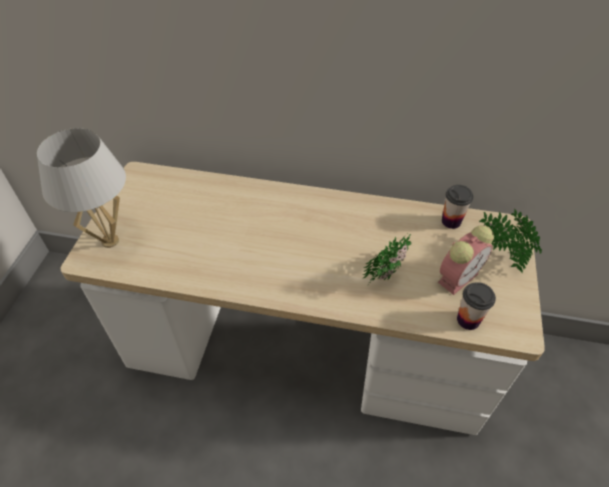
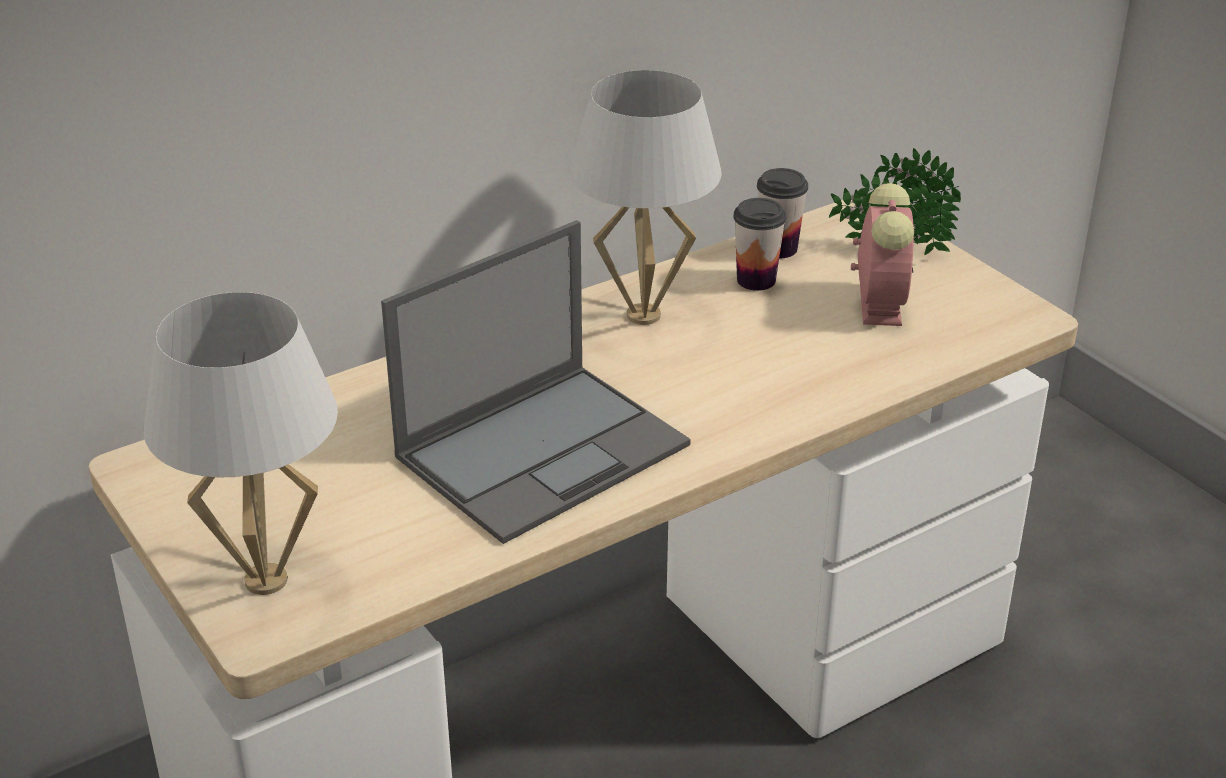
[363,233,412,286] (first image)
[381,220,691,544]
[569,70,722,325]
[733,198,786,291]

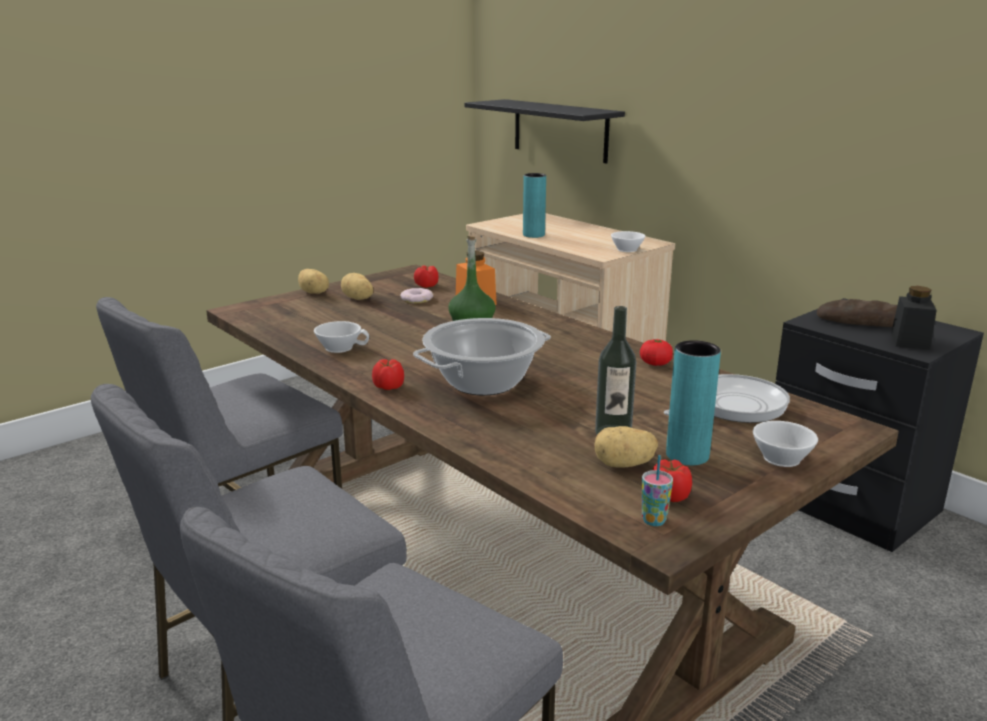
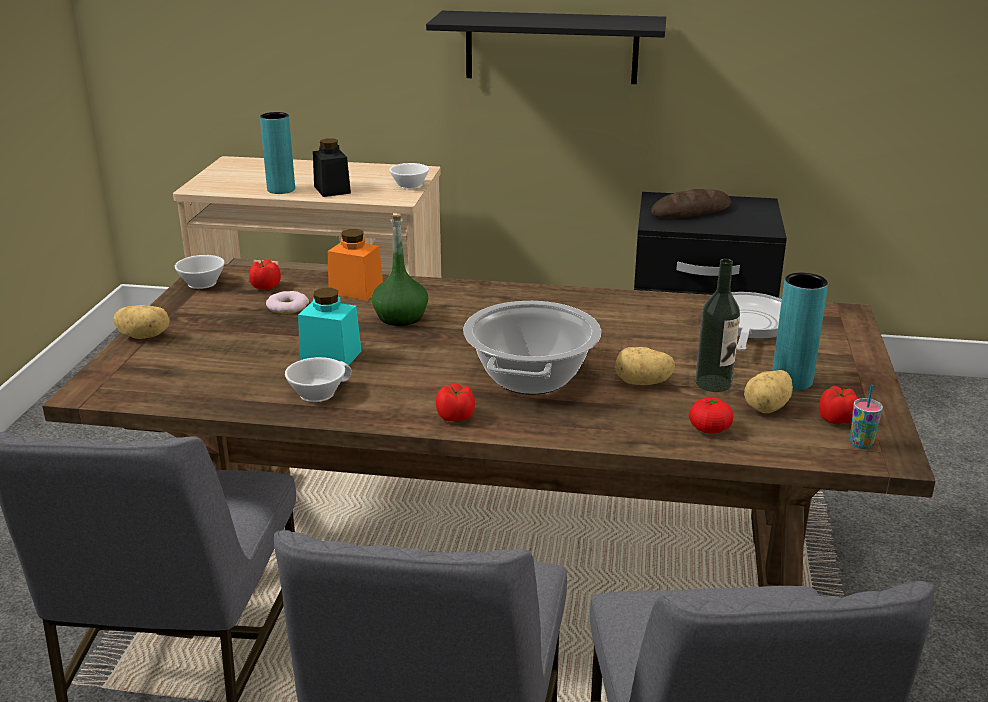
[298,288,362,365]
[615,347,675,385]
[426,11,666,84]
[689,398,734,434]
[175,255,225,289]
[313,139,351,197]

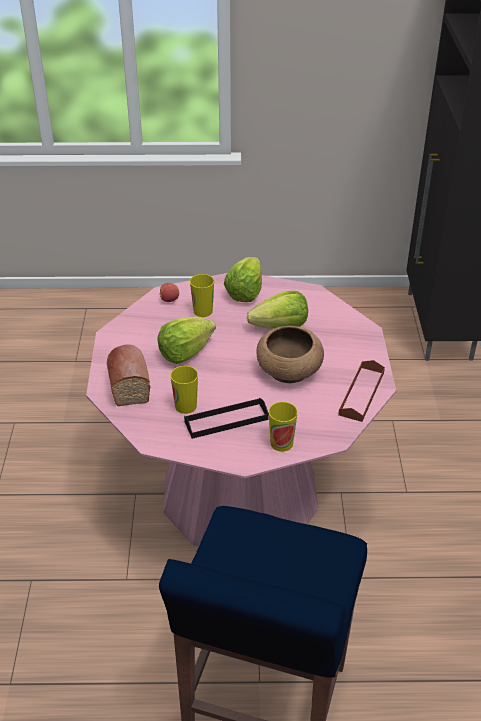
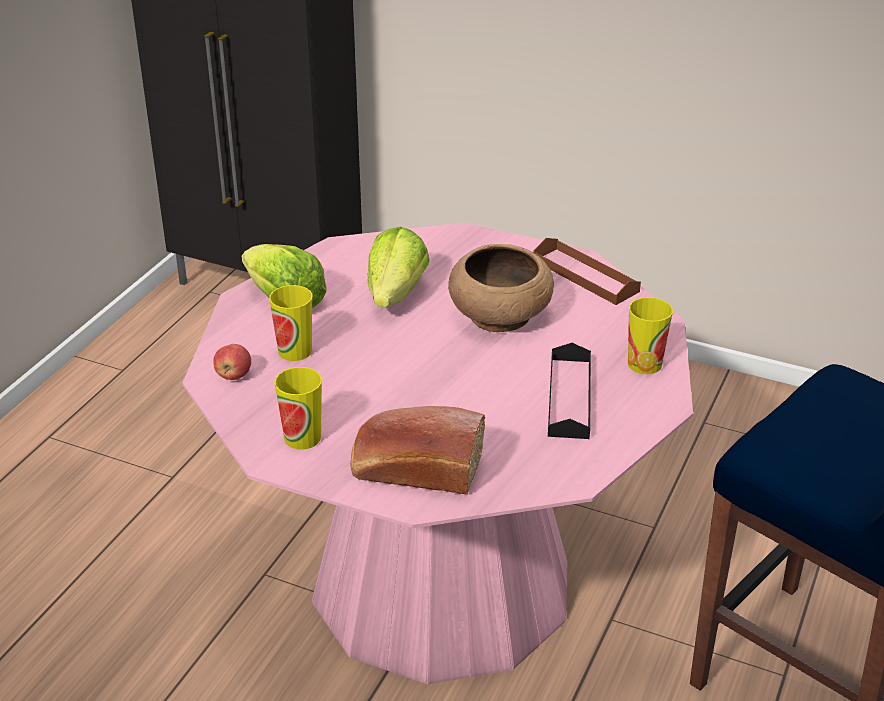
[157,317,216,364] (first image)
[274,367,322,450]

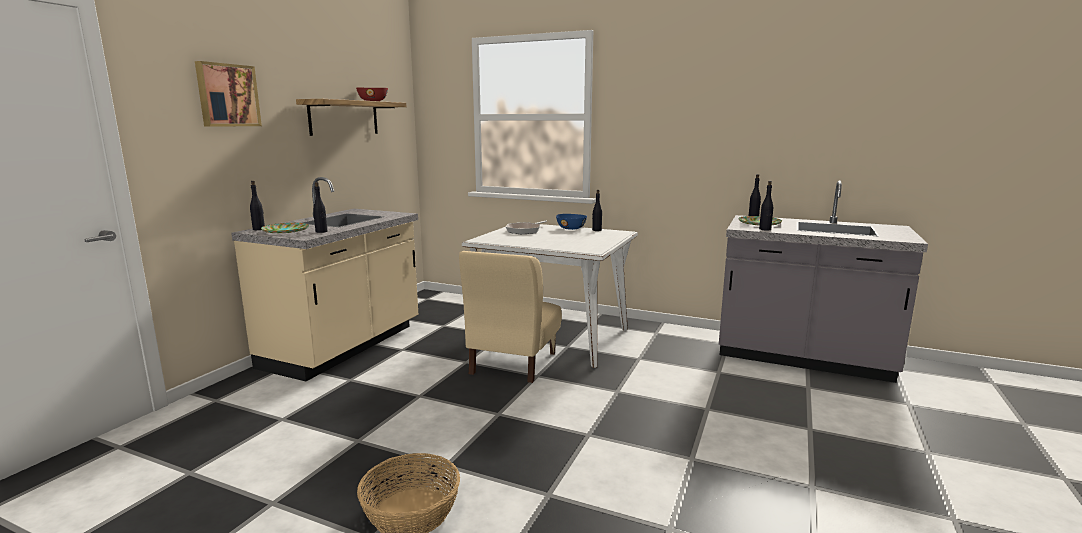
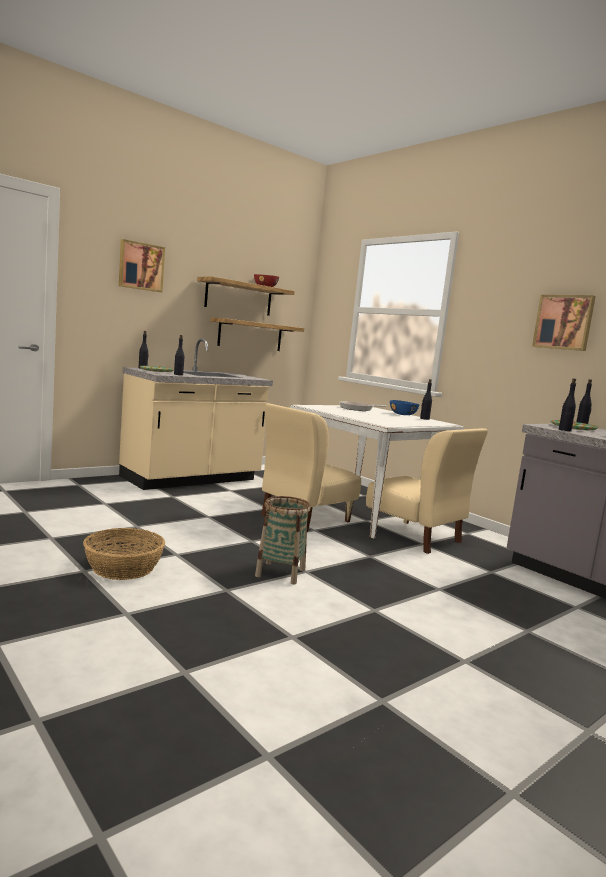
[211,317,304,351]
[255,496,310,584]
[366,428,488,554]
[532,295,596,351]

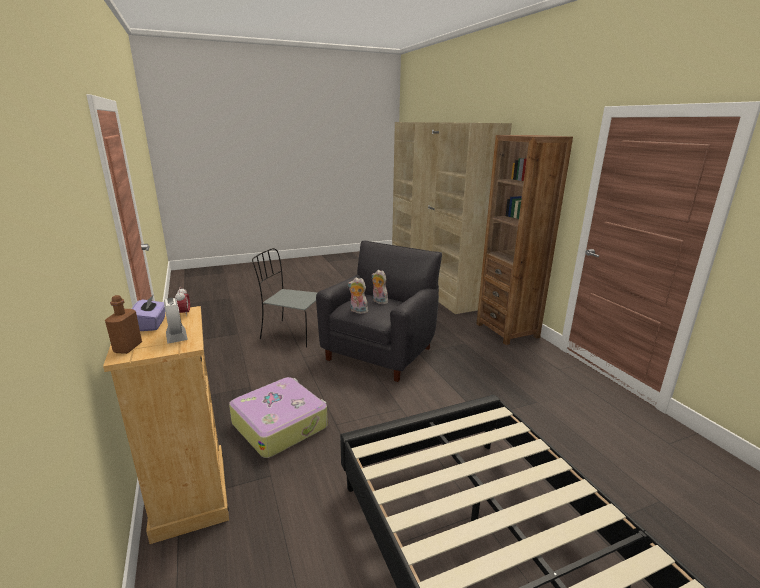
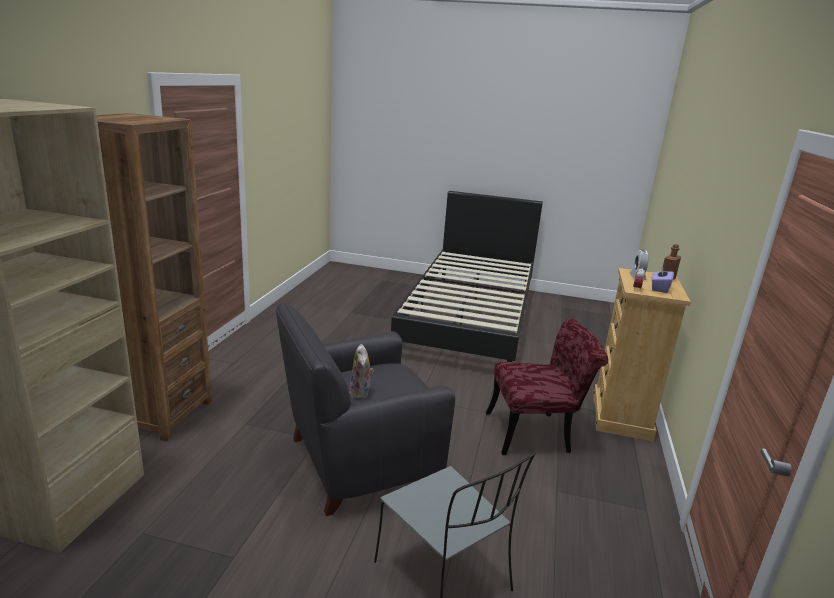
[348,277,368,314] (first image)
[486,318,608,455]

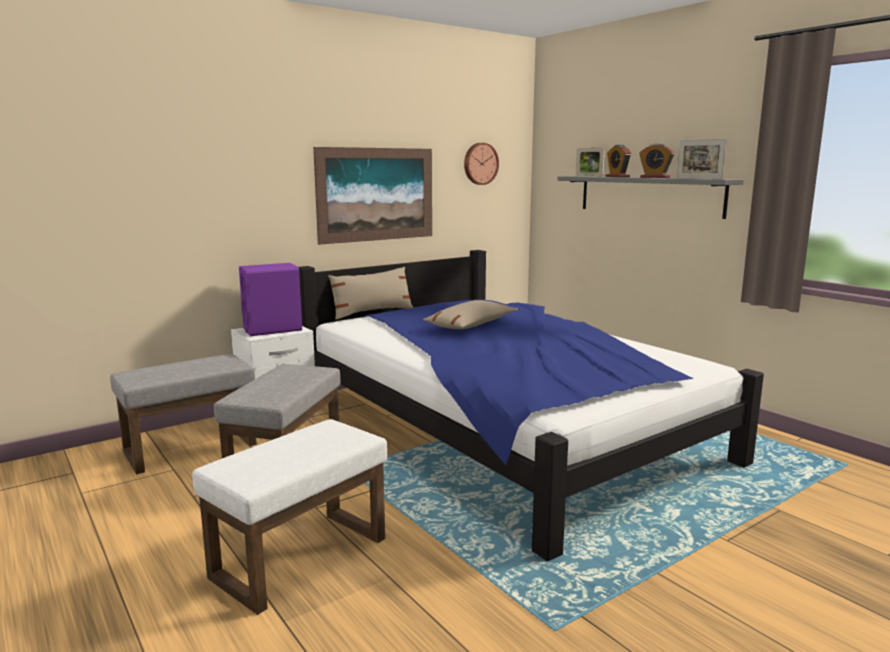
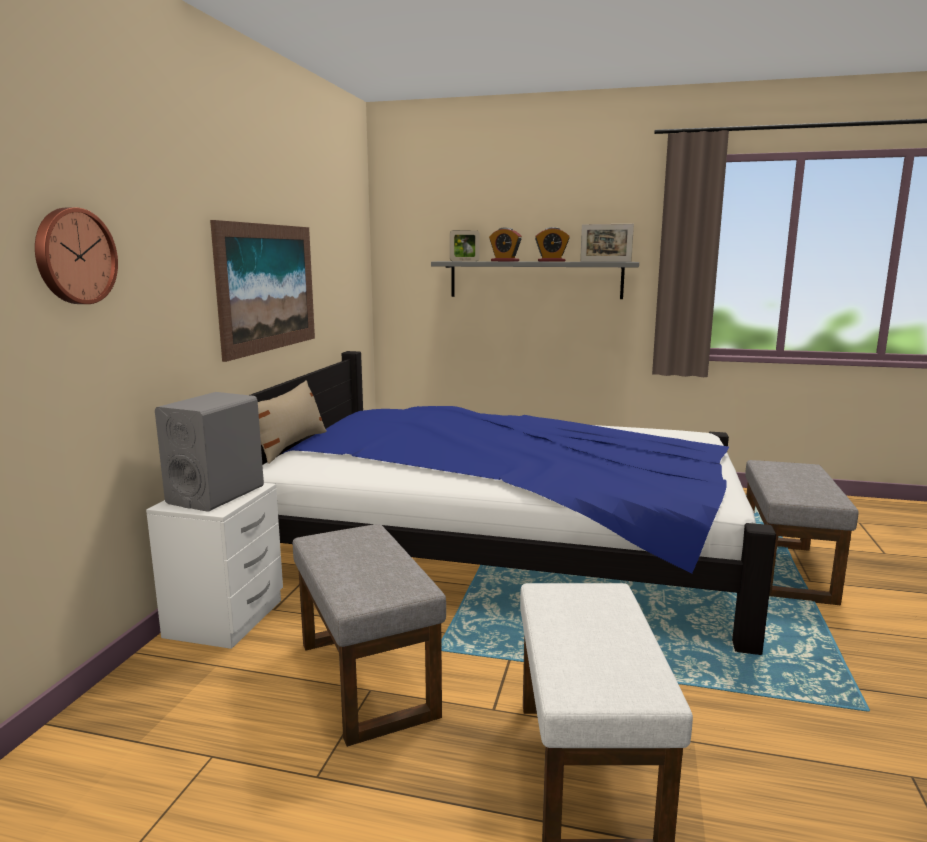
[423,300,518,329] (first image)
[745,460,859,606]
[35,207,118,304]
[155,392,264,512]

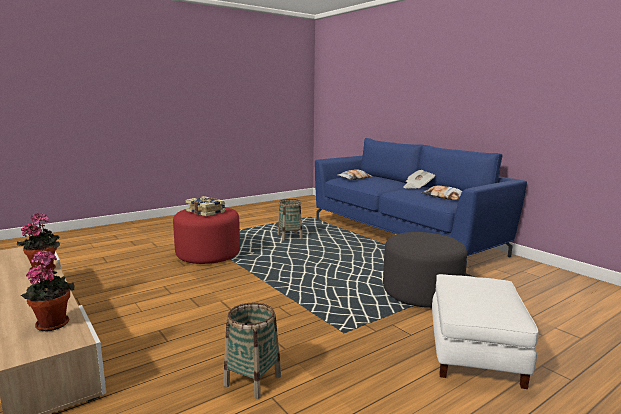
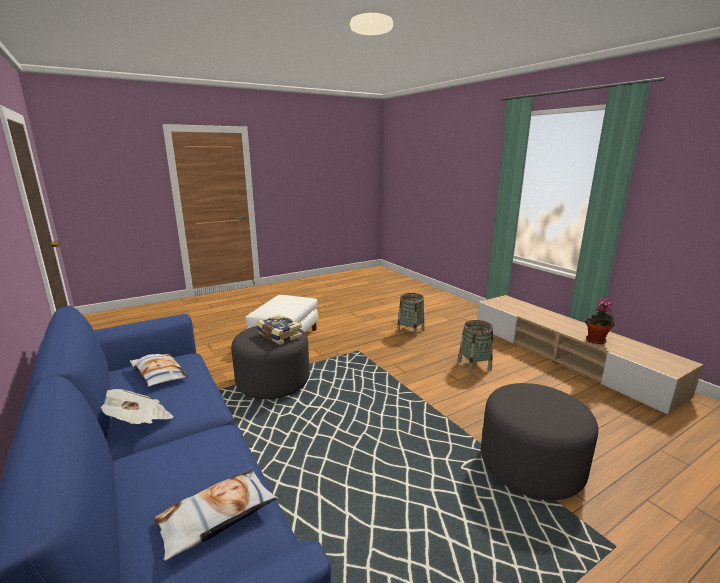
[21,250,75,331] (first image)
[257,314,302,345]
[458,320,493,373]
[481,383,599,500]

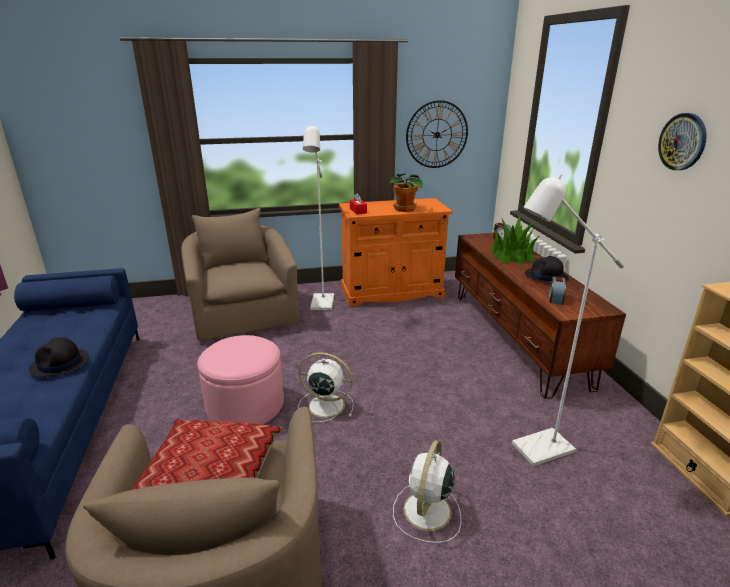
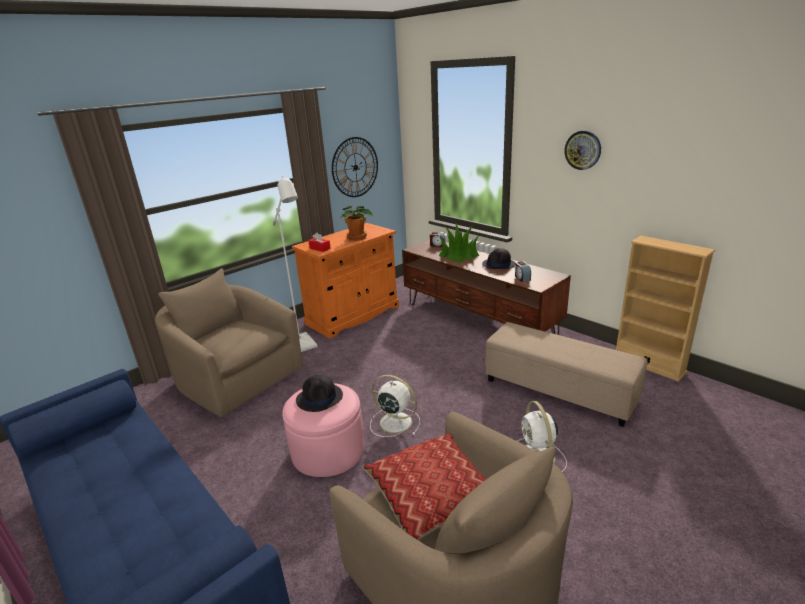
[296,375,343,412]
[485,322,648,427]
[370,375,420,437]

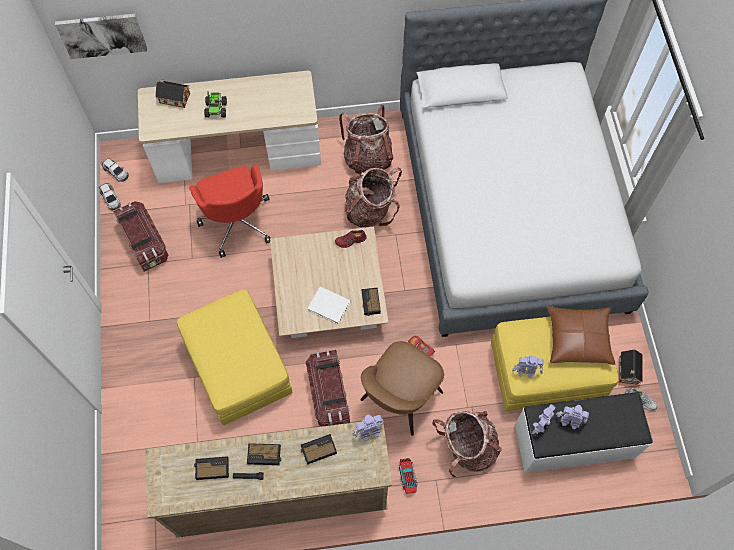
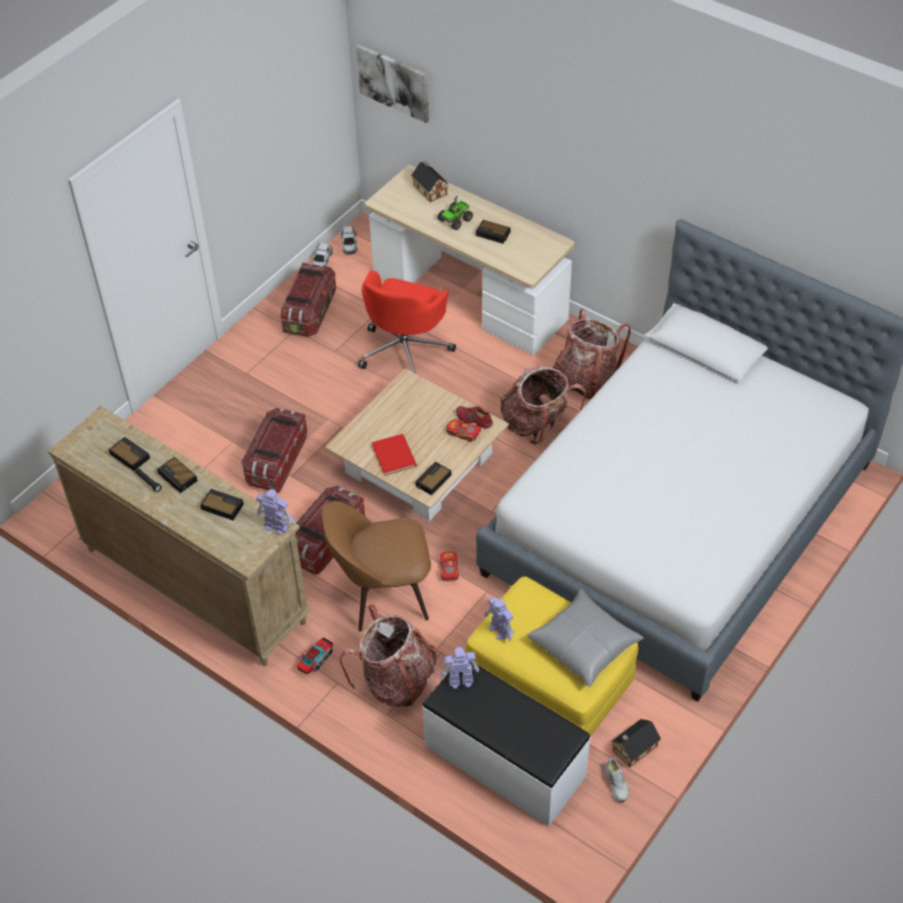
[556,405,589,430] (first image)
[446,419,482,442]
[476,220,511,244]
[242,408,307,492]
[371,434,417,475]
[527,589,644,687]

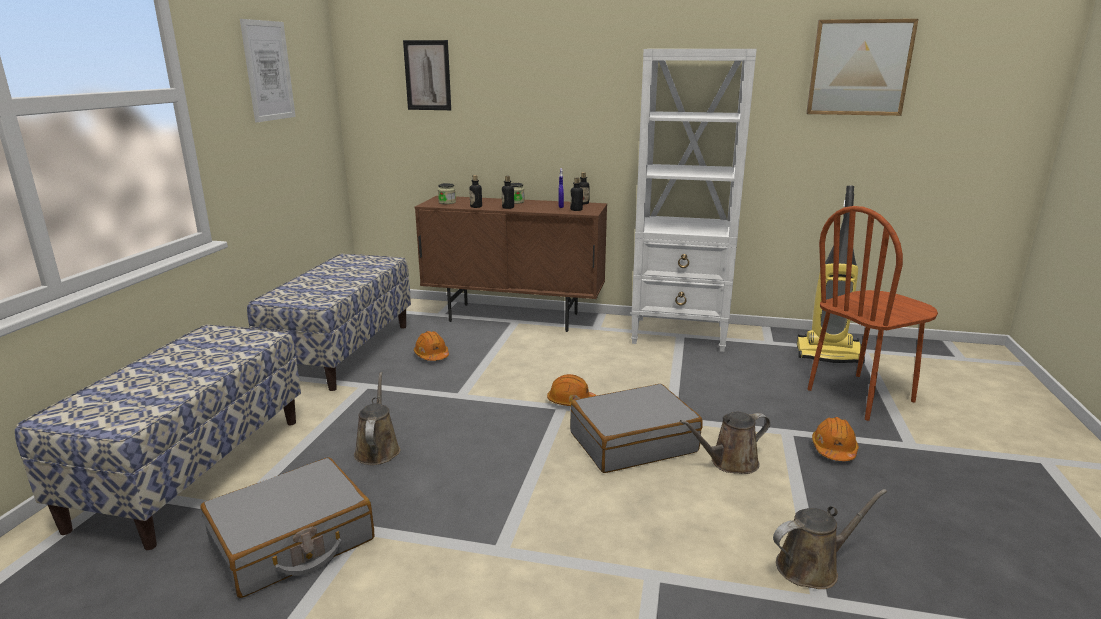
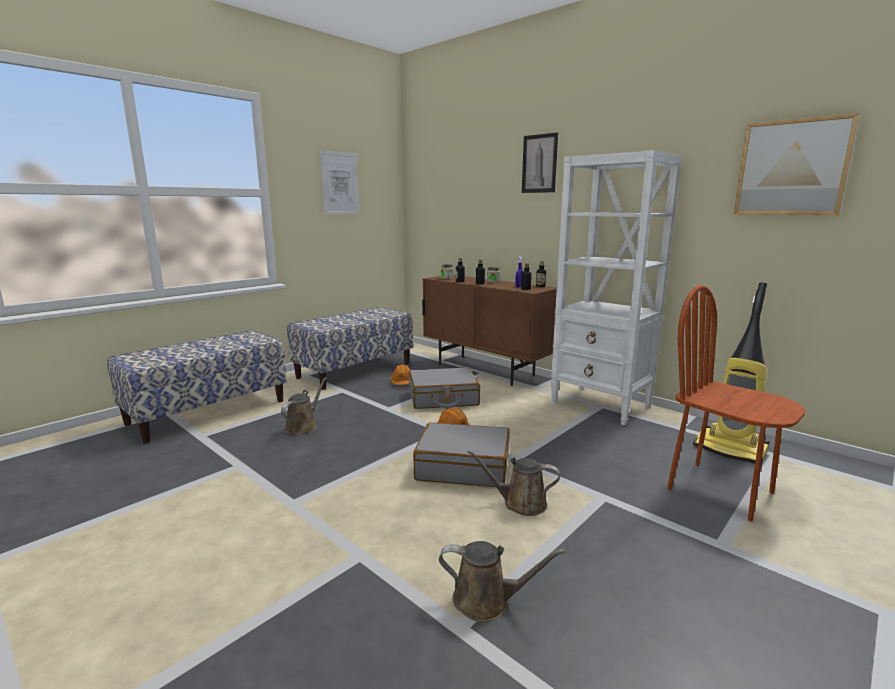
[812,417,859,461] (first image)
[409,367,480,409]
[522,132,558,193]
[667,285,806,522]

